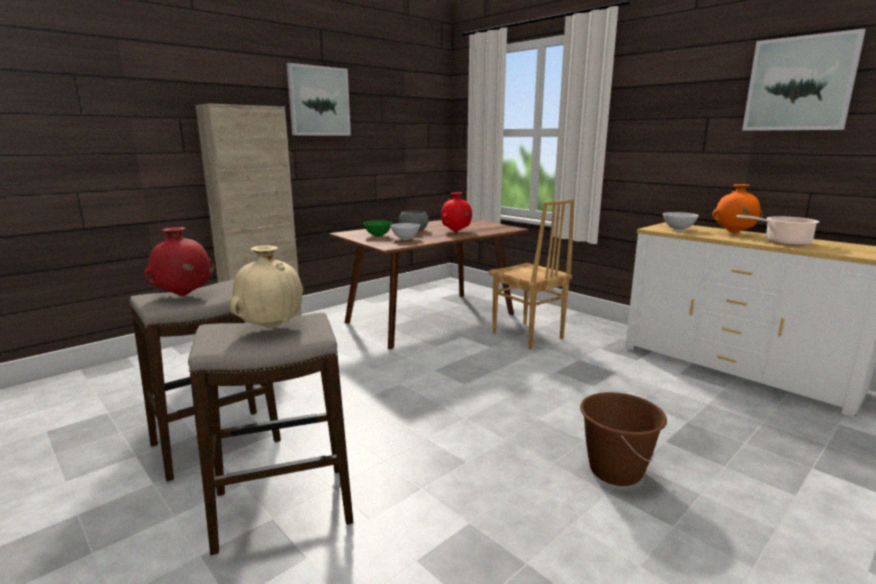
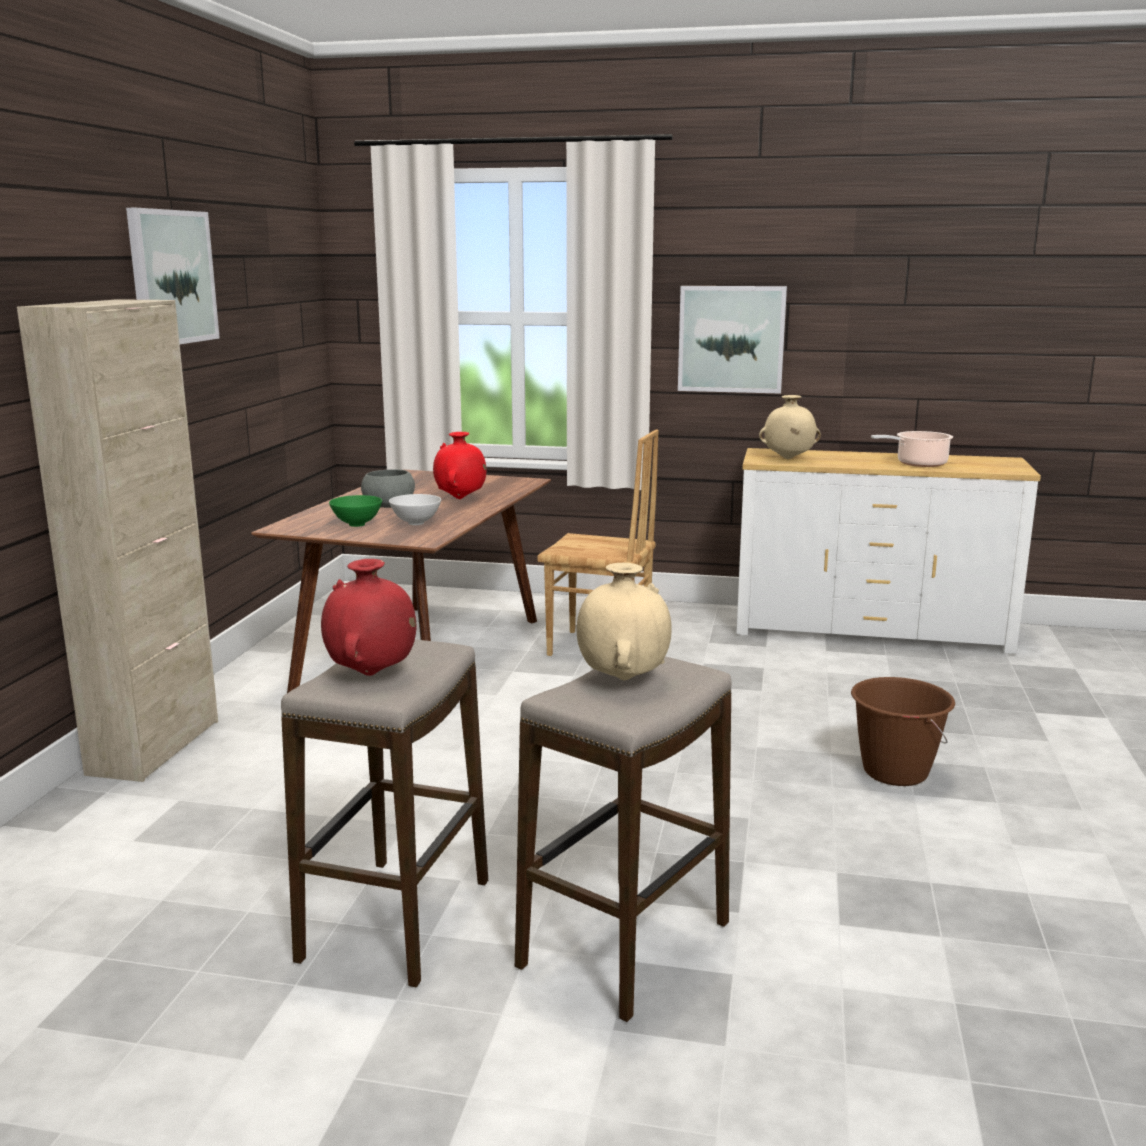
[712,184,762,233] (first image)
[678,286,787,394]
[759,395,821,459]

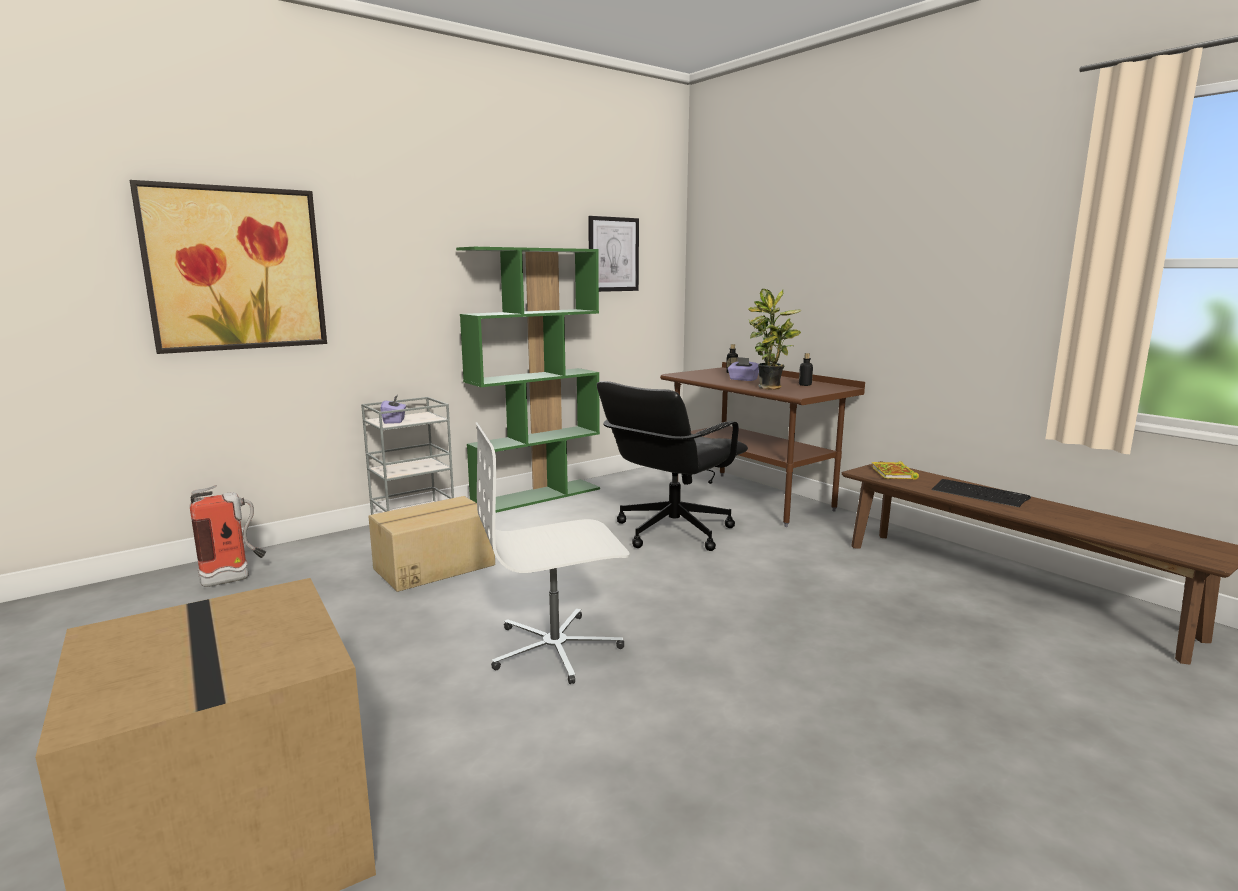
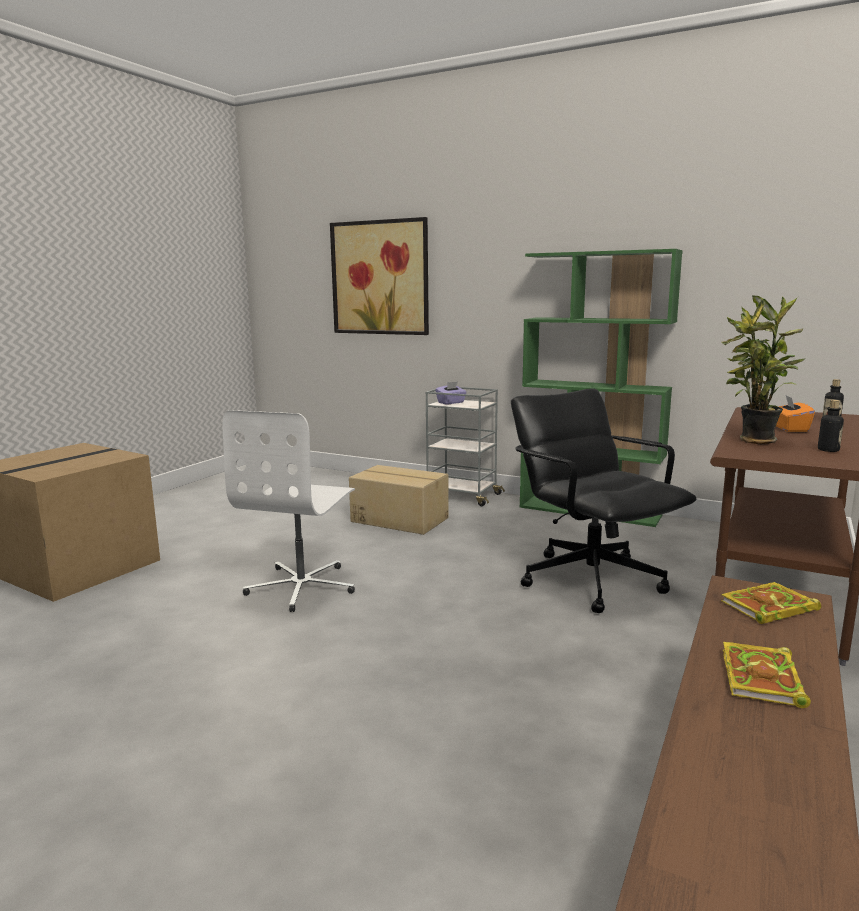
[190,485,266,587] (first image)
[588,216,639,292] (first image)
[723,642,811,708]
[776,396,815,432]
[223,410,355,612]
[511,389,697,613]

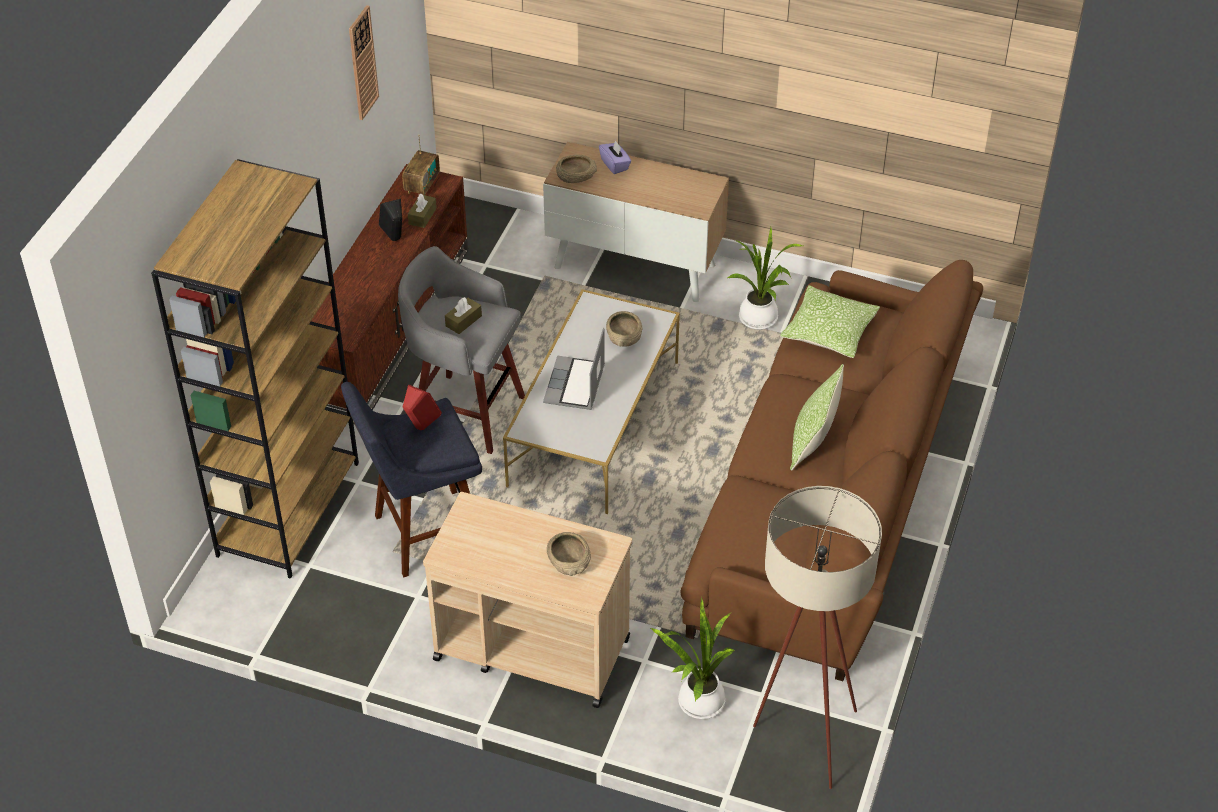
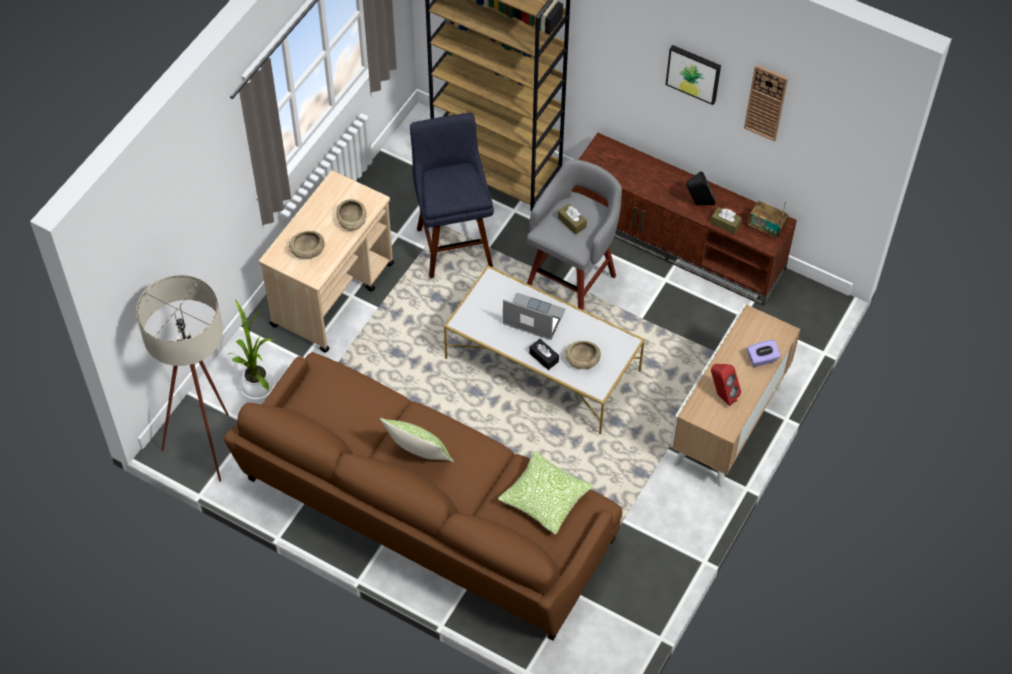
[728,227,803,330] (first image)
[529,339,559,370]
[665,45,721,105]
[711,364,741,406]
[336,199,367,231]

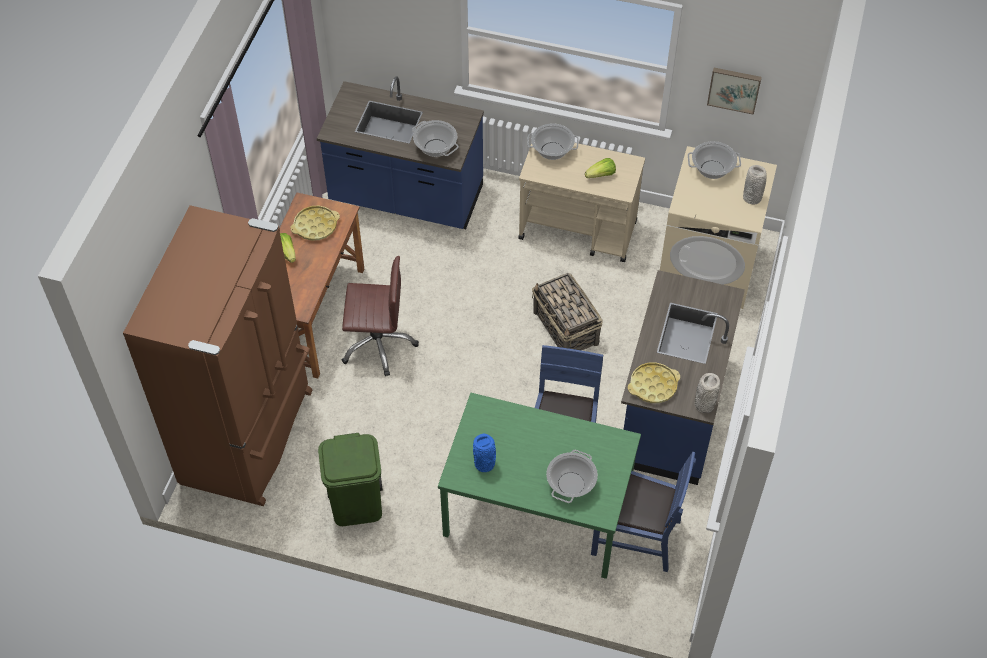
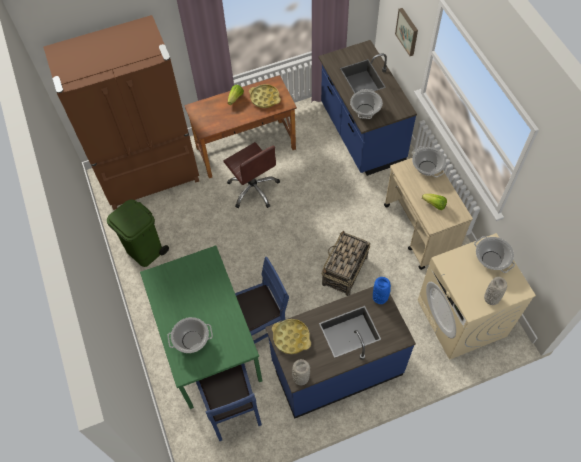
[373,277,391,304]
[395,8,418,56]

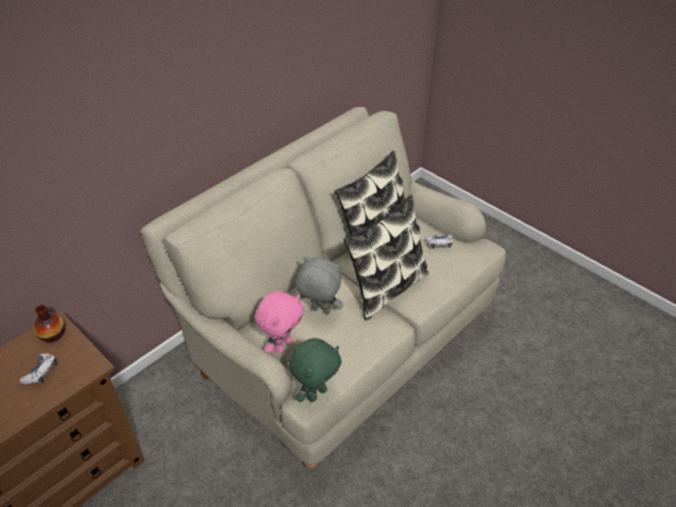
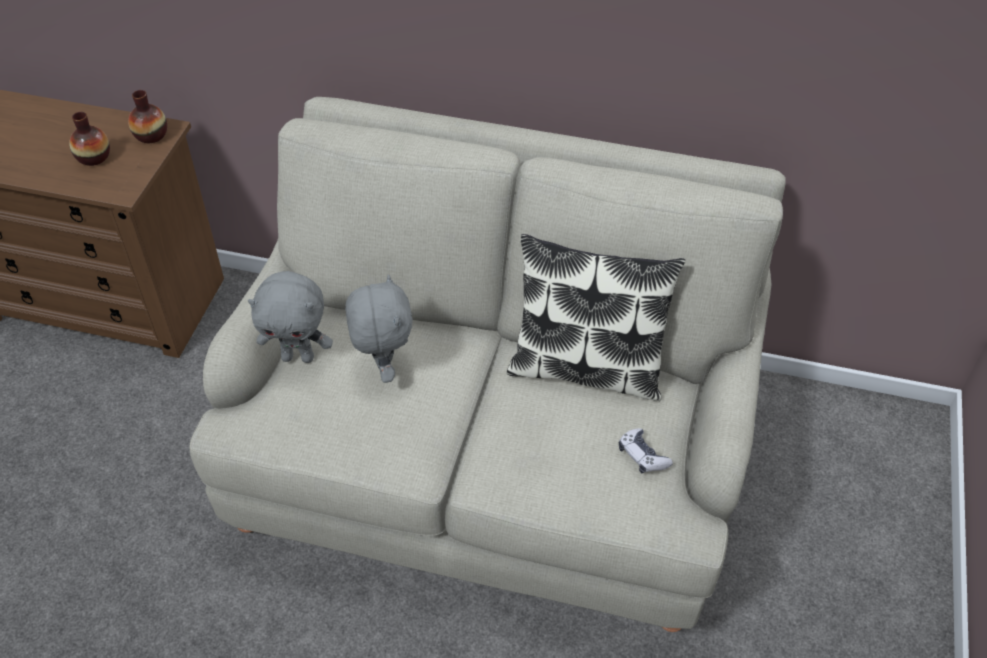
[289,338,342,402] (first image)
[343,195,429,321] (first image)
[69,112,110,166]
[248,271,333,363]

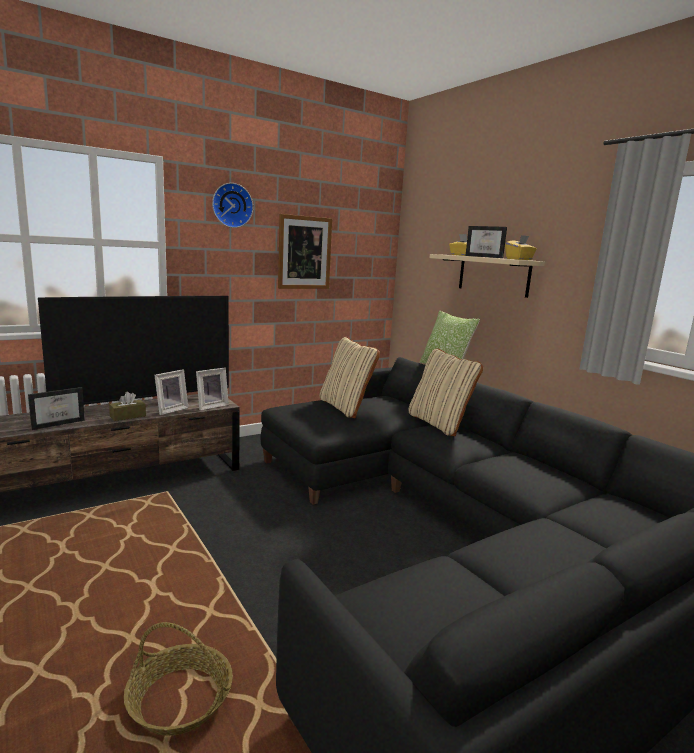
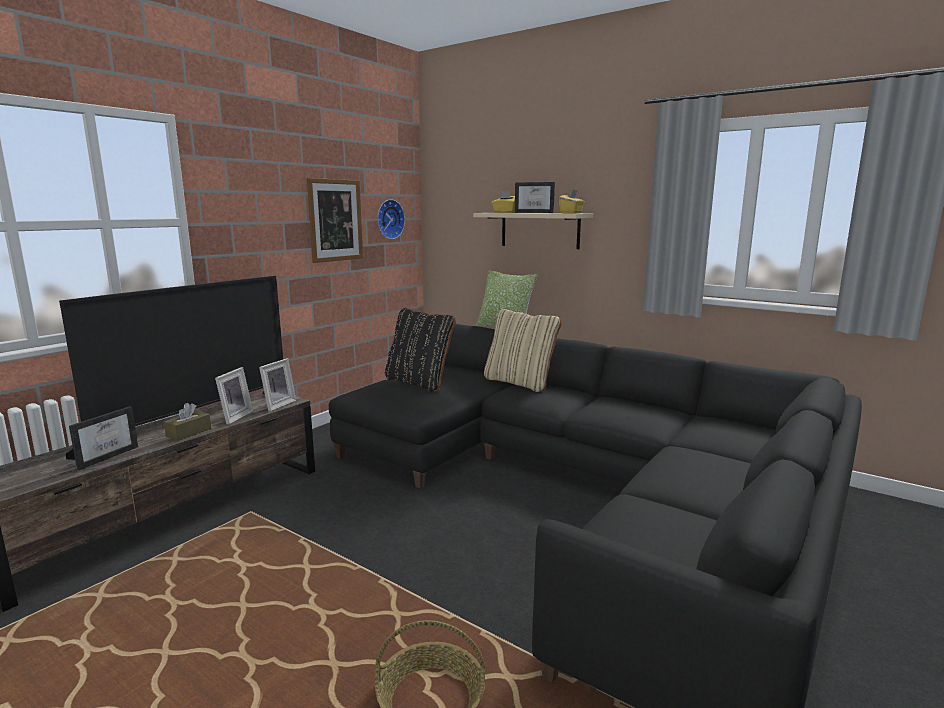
[377,199,405,240]
[385,308,456,392]

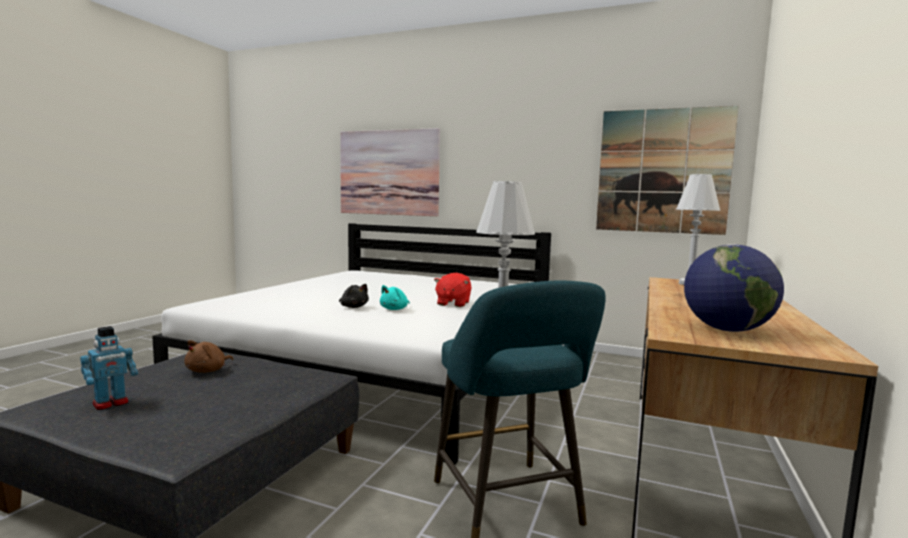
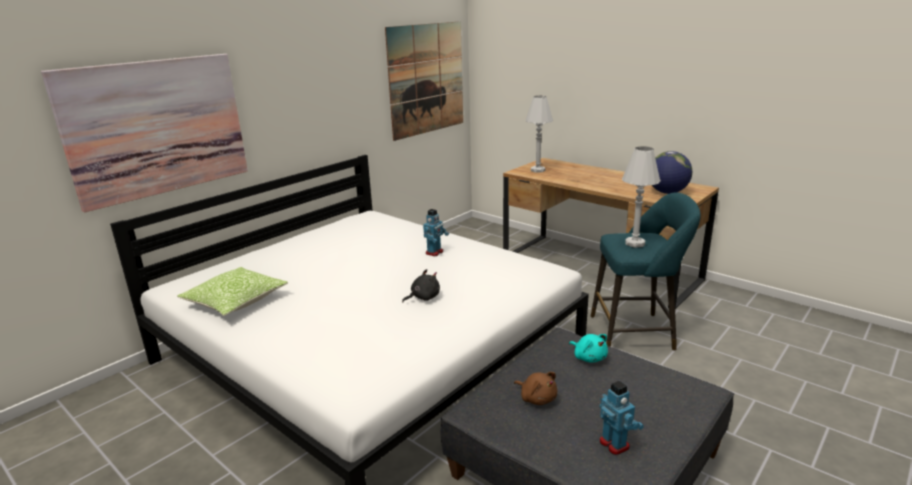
[177,267,288,316]
[569,334,608,363]
[423,209,449,256]

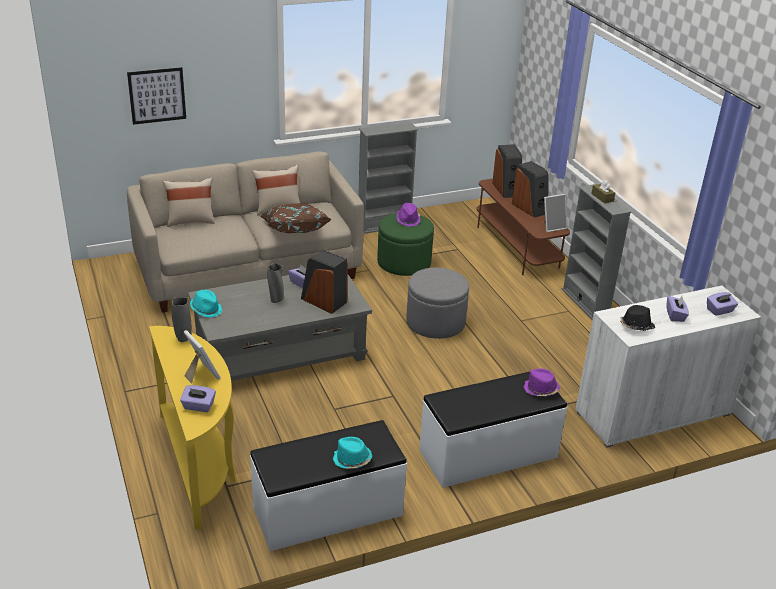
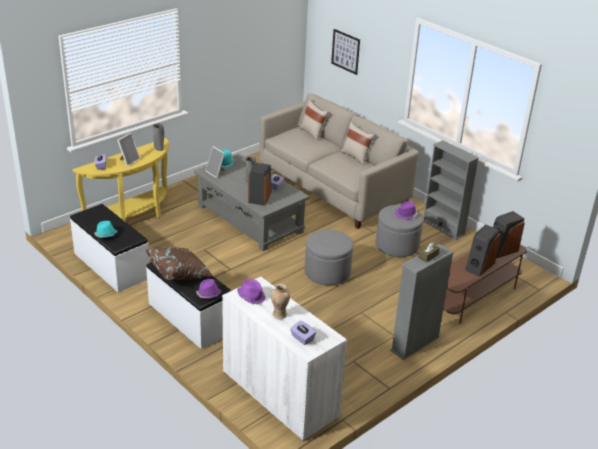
[146,247,213,280]
[206,146,225,178]
[271,284,290,320]
[376,205,423,257]
[237,279,265,304]

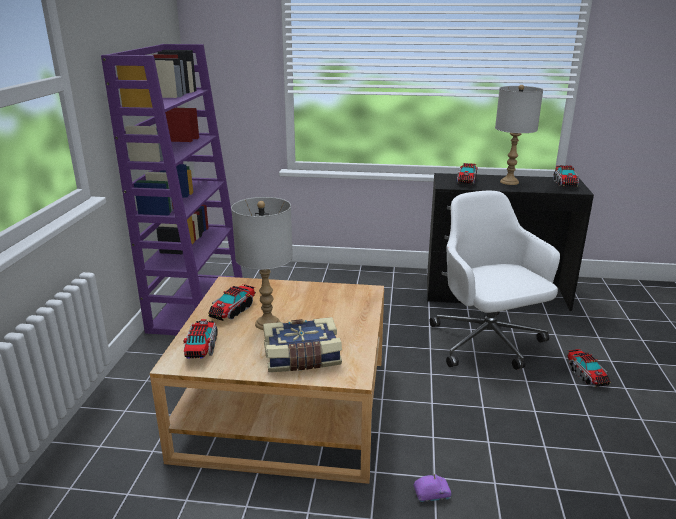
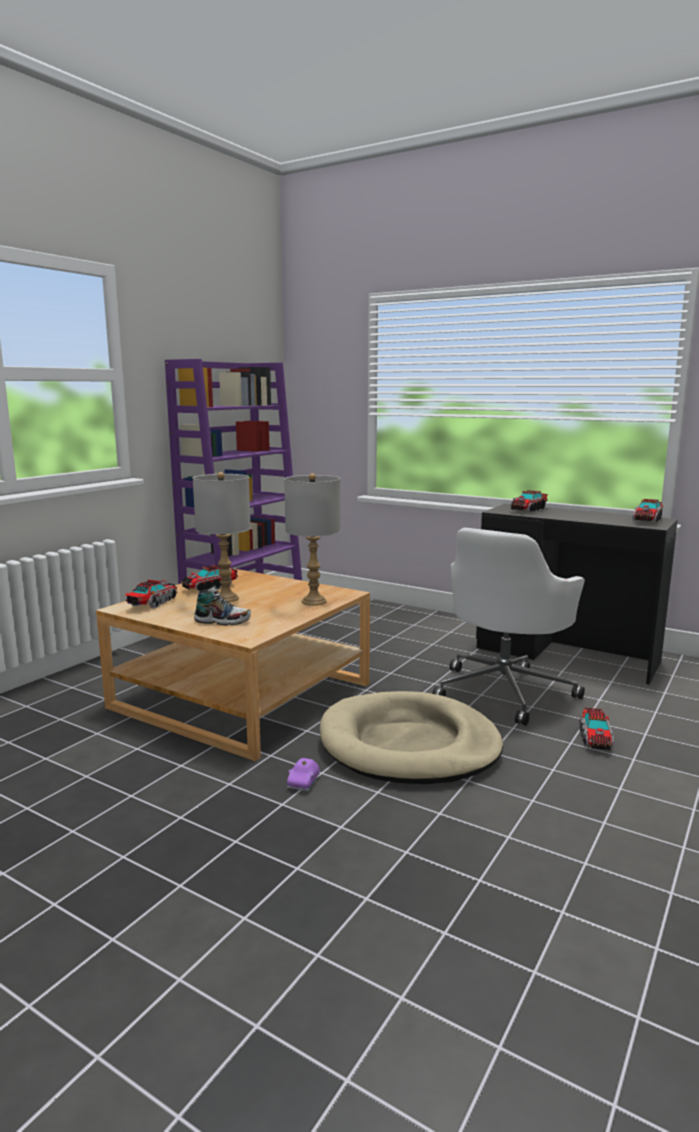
[320,691,503,784]
[284,473,341,606]
[194,585,251,626]
[287,758,320,791]
[432,528,585,726]

